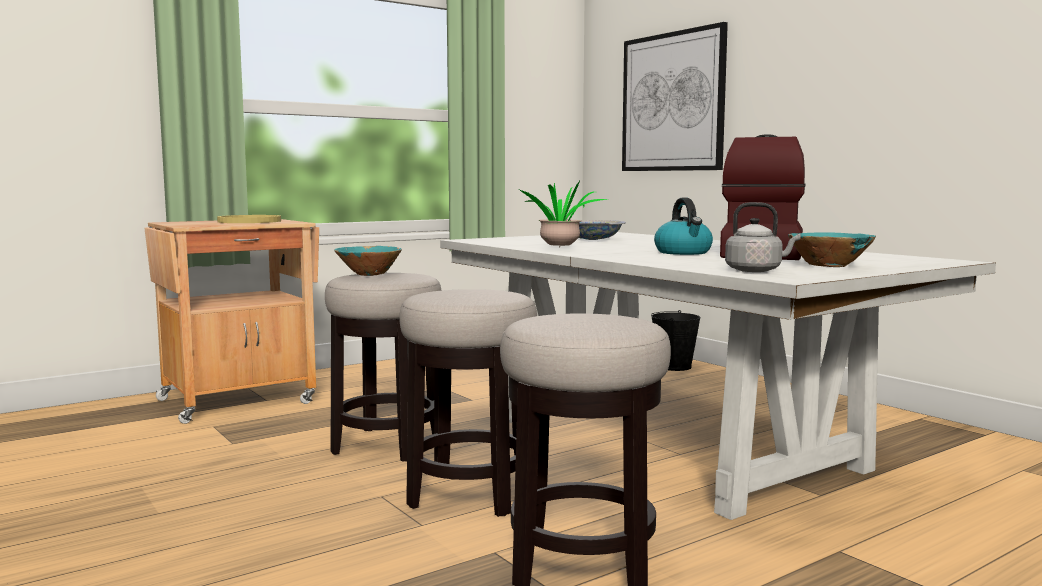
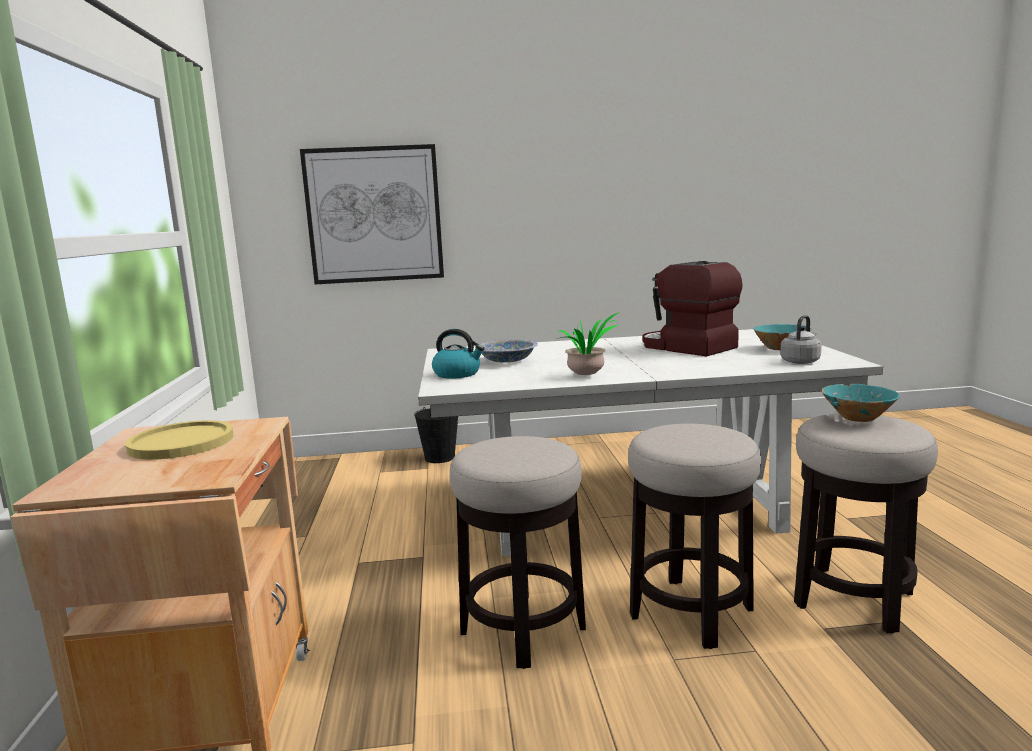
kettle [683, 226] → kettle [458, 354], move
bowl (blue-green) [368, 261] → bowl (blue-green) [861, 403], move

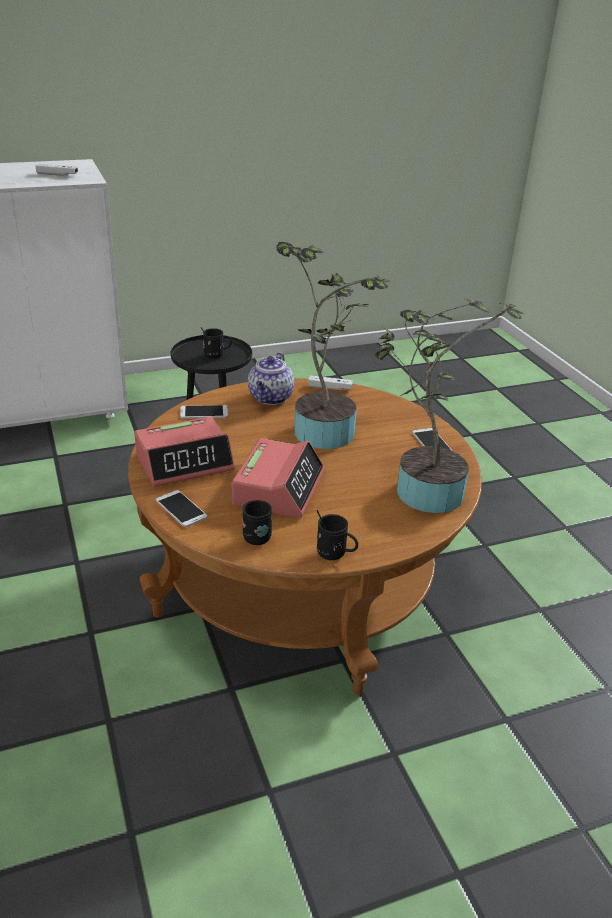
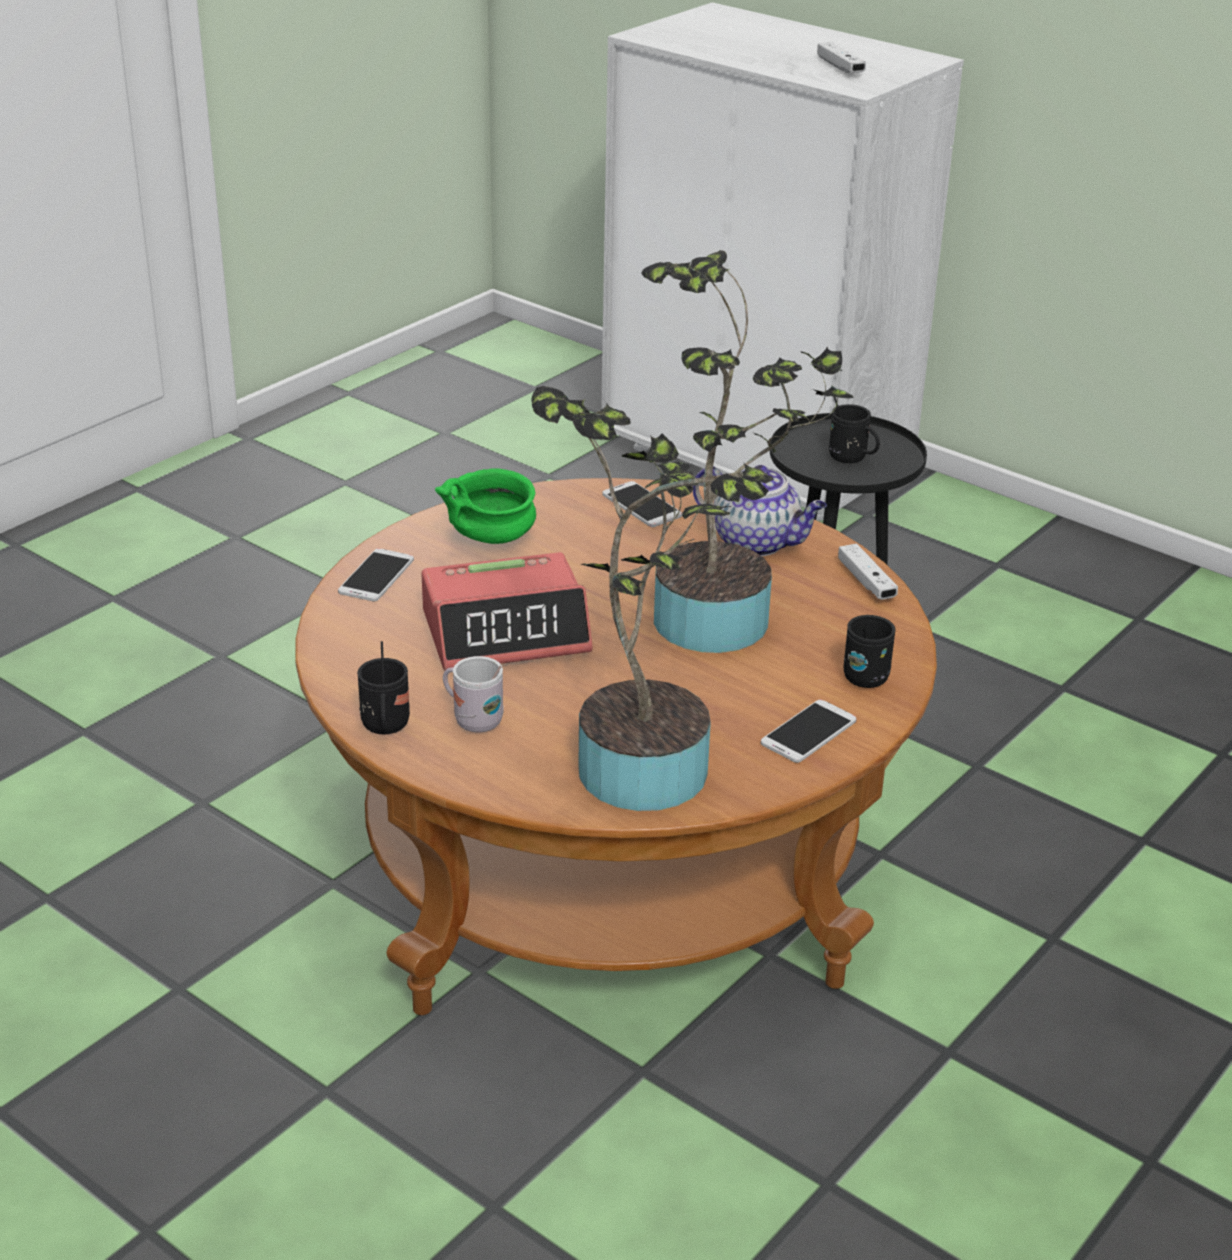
table clock [184, 452] → bowl (greenish) [485, 506]
- → mug (white-coloured) [473, 694]
teapot [271, 378] → teapot [760, 510], 135 degrees counterclockwise
mug (blackish) [257, 522] → mug (blackish) [869, 651], move

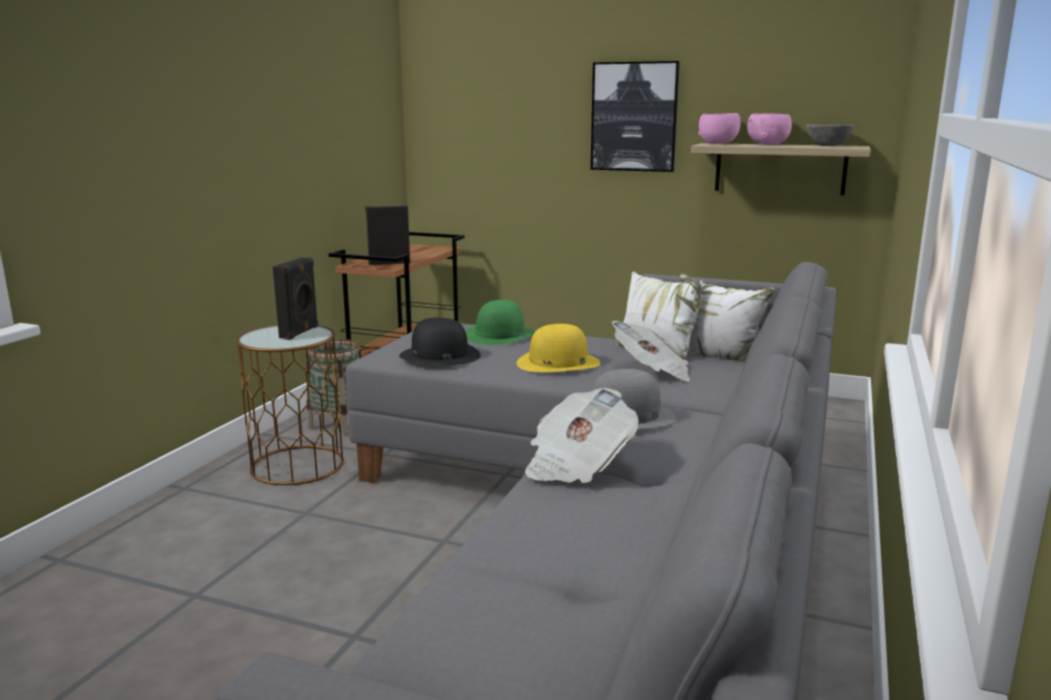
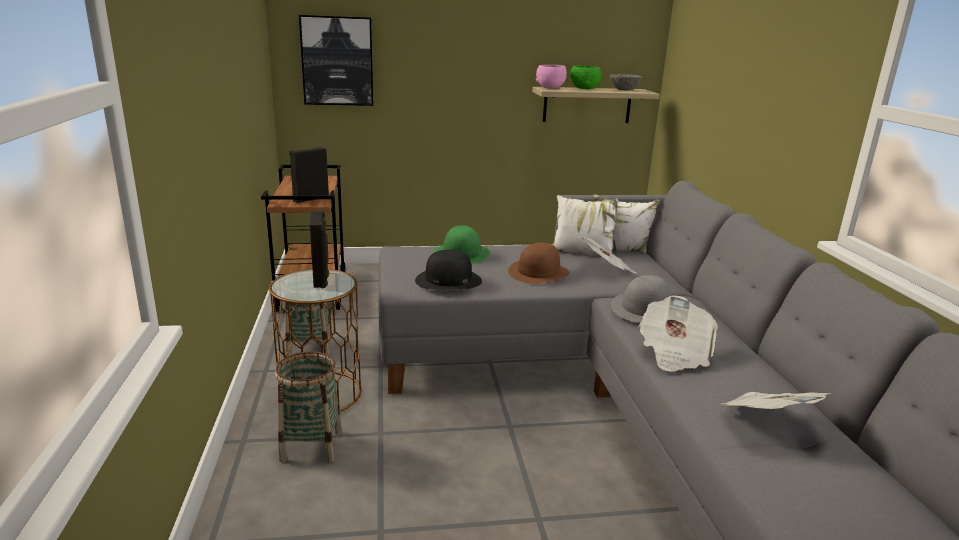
- → storage basket [308, 407]
picture [635, 116] → picture [336, 60], move
clothing hat (yellowish) [558, 348] → clothing hat (brownish) [539, 263]
bowl (pink-coloured) [769, 129] → bowl (greenish) [585, 77]
- → newspaper [777, 400]

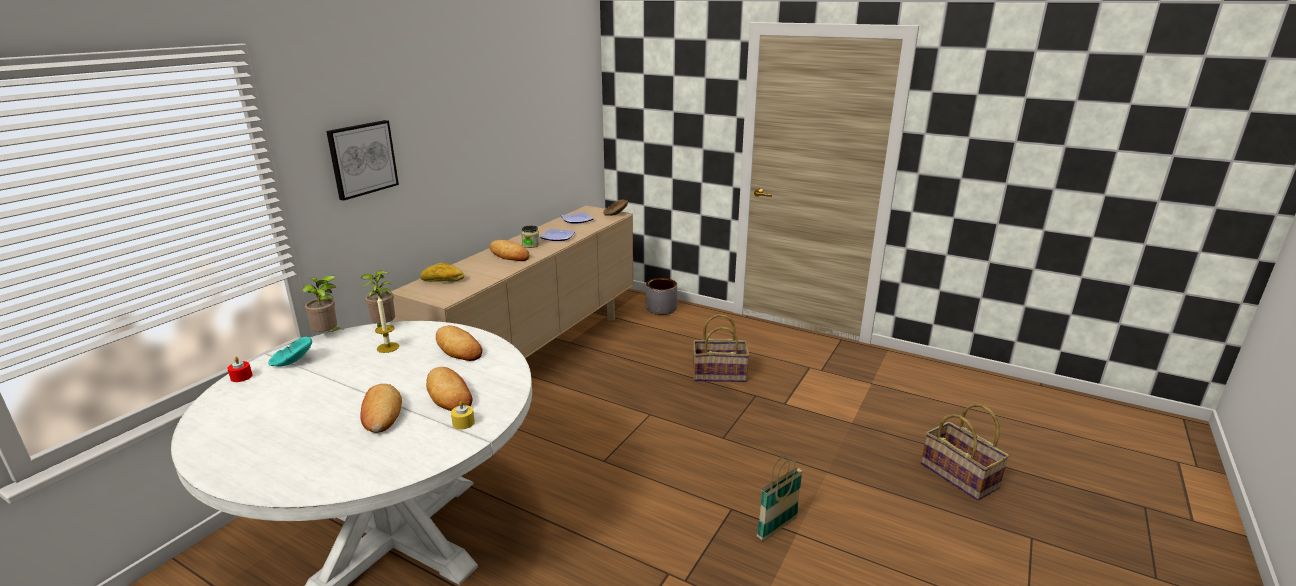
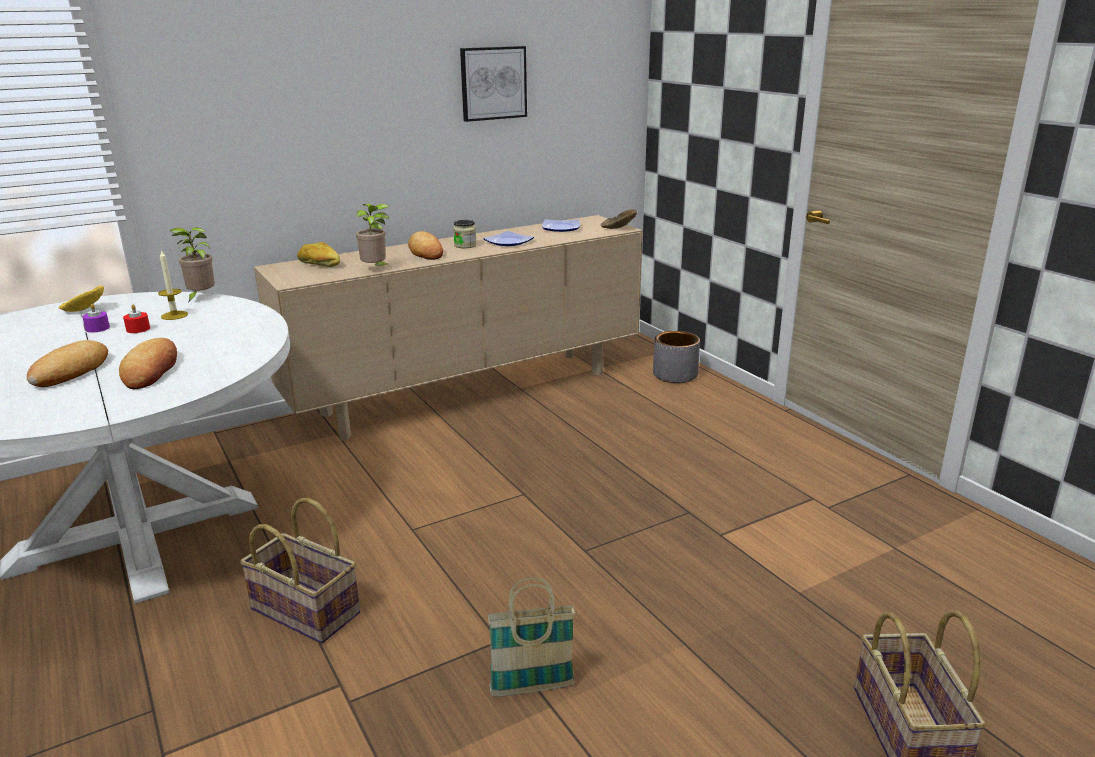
bowl (blue-green) [290, 352] → bowl (yellowish) [81, 299]
- → candle (purplish) [96, 318]
candle (red) [239, 369] → candle (red) [136, 318], move
storage basket [721, 348] → storage basket [300, 570], move
potted plant [321, 303] → potted plant [374, 236], move
picture [362, 160] → picture [493, 84], move
bread [459, 343] → -
candle (yellowish) [463, 415] → -

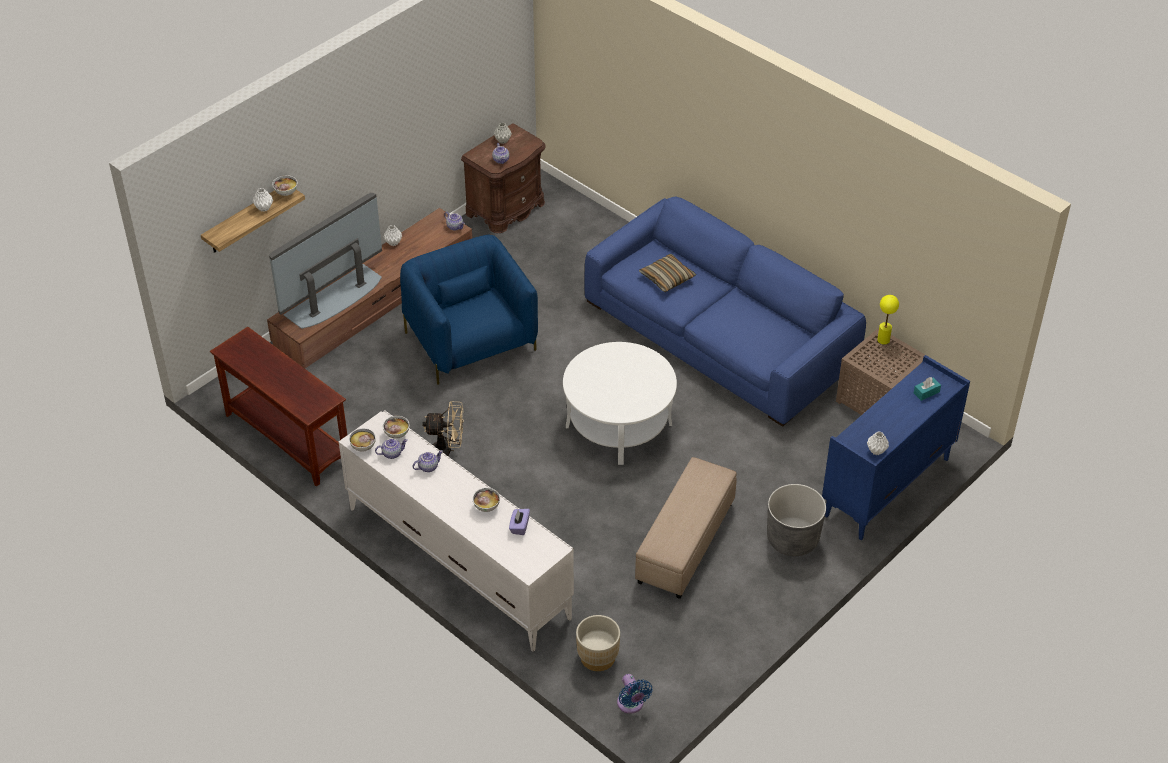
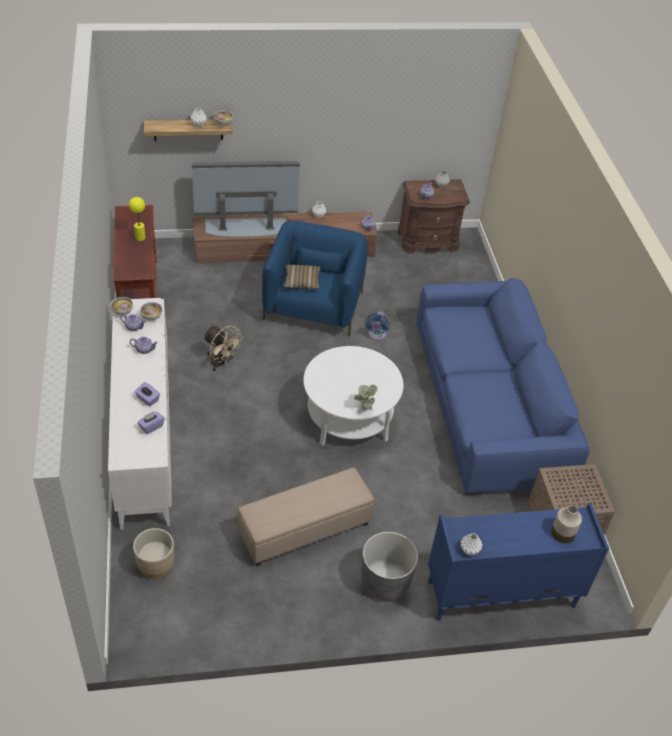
tabletop lamp (yellowish) [888, 320] → tabletop lamp (yellowish) [137, 219], move
bowl [486, 500] → box of tissues (purplish) [147, 394]
throw pillow [667, 273] → throw pillow [302, 276], move
- → potted plant [365, 397]
cooling fan (bluish) [635, 694] → cooling fan (bluish) [377, 326], move
box of tissues (blue-green) [927, 389] → decorative vase (beige-coloured) [566, 524]

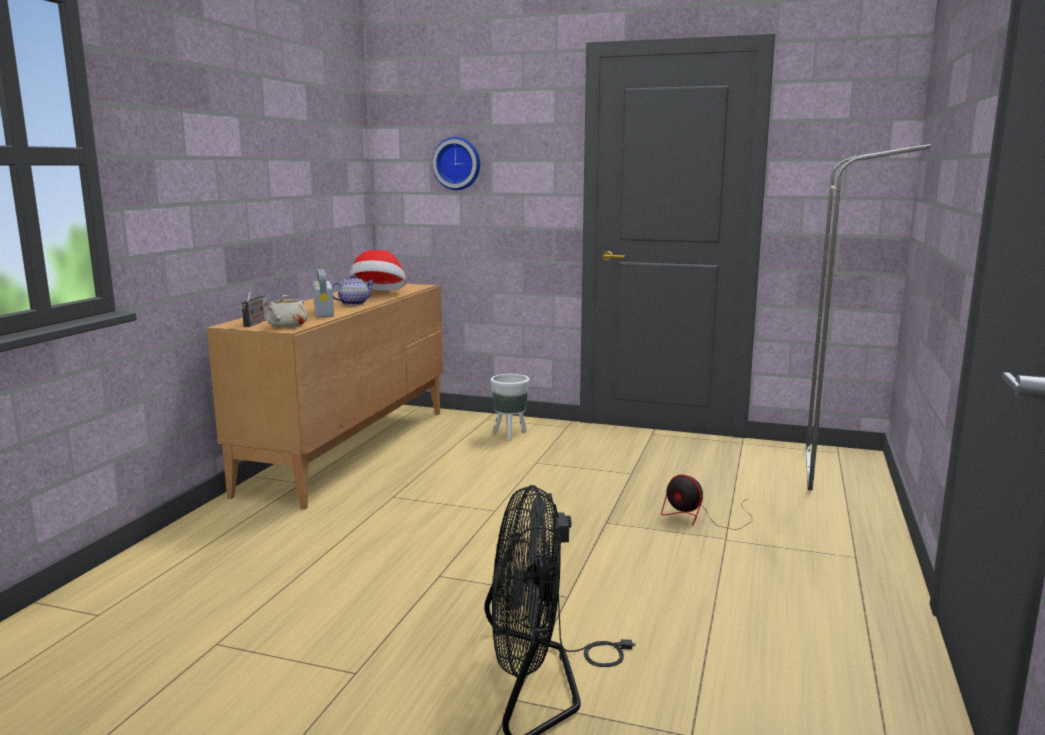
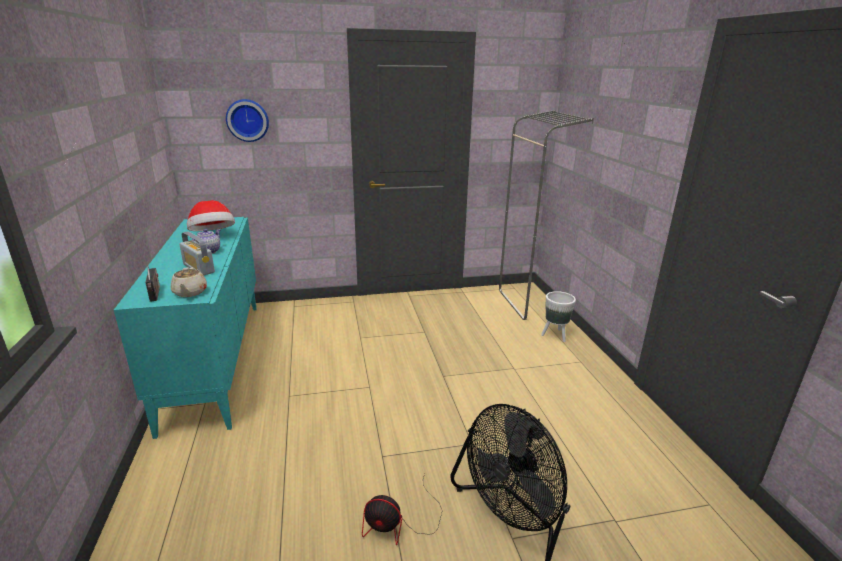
drawer chest (brownish) [325, 397] → drawer chest (blue-green) [185, 328]
cooling fan [706, 502] → cooling fan [402, 509], move
plant pot (white-coloured) [510, 407] → plant pot (white-coloured) [558, 316], move

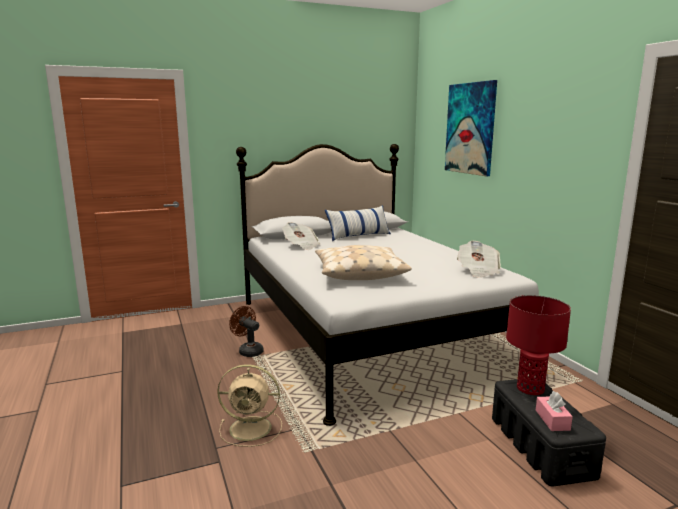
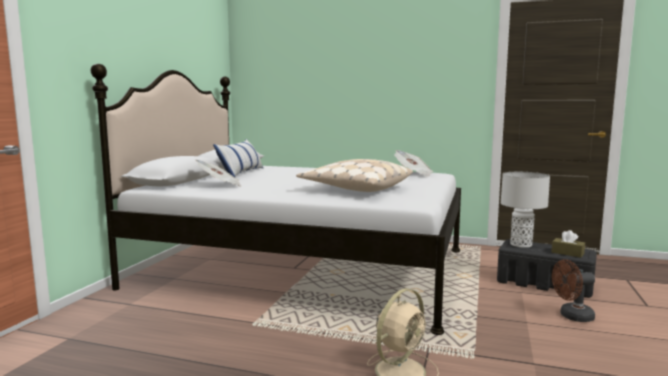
tabletop lamp (red) [538, 345] → tabletop lamp (white-coloured) [525, 210]
box of tissues (pink-coloured) [554, 411] → box of tissues (brownish) [568, 244]
cooling fan (brownish) [246, 331] → cooling fan (brownish) [573, 290], move
picture [471, 128] → -

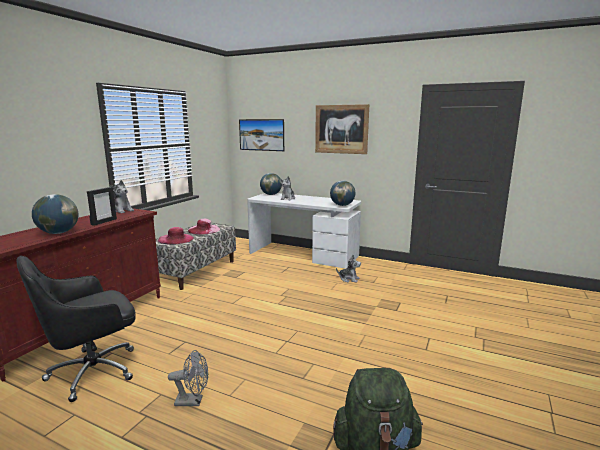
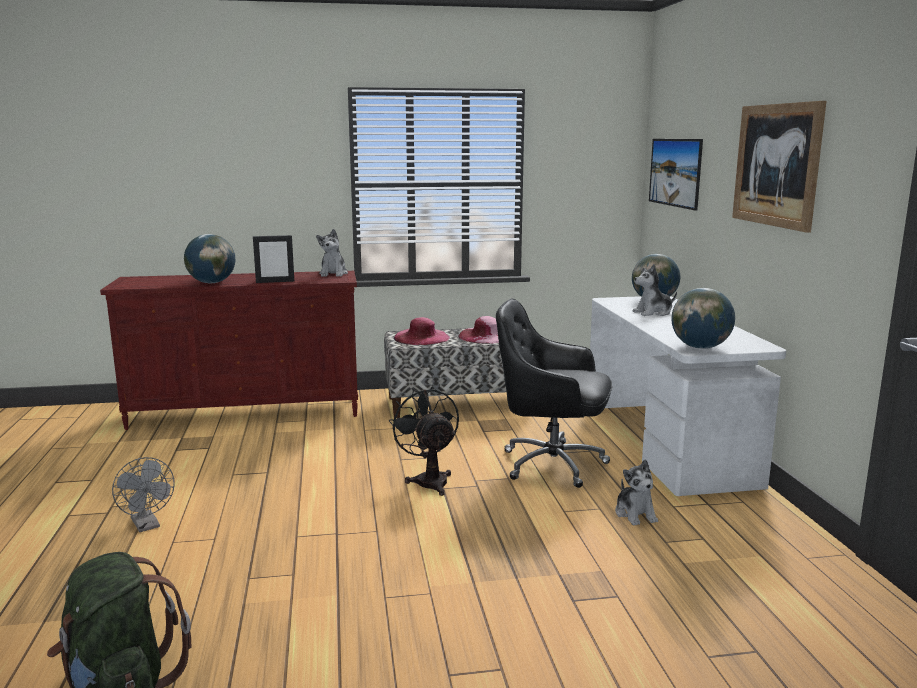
- → cooling fan (blackish) [424, 441]
office chair (blackish) [76, 329] → office chair (blackish) [554, 393], move

